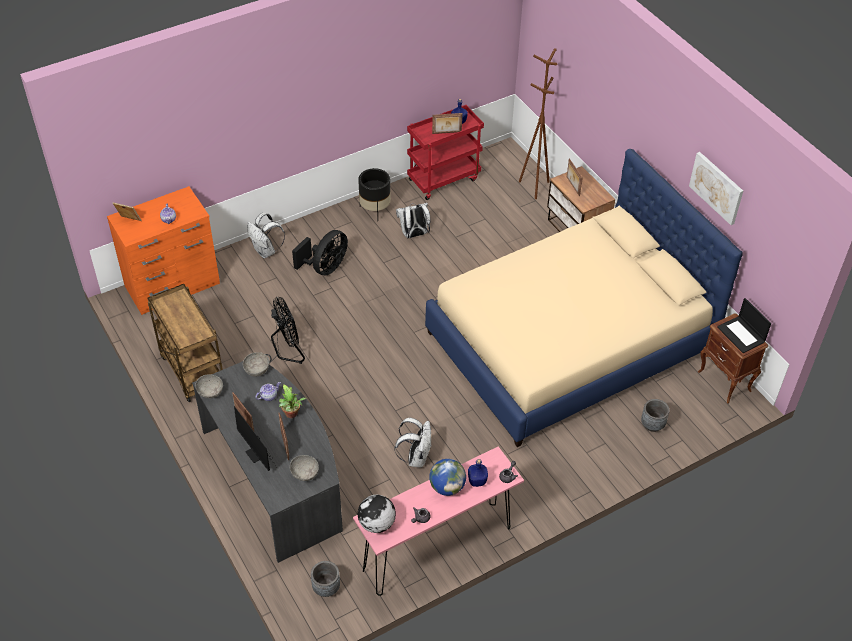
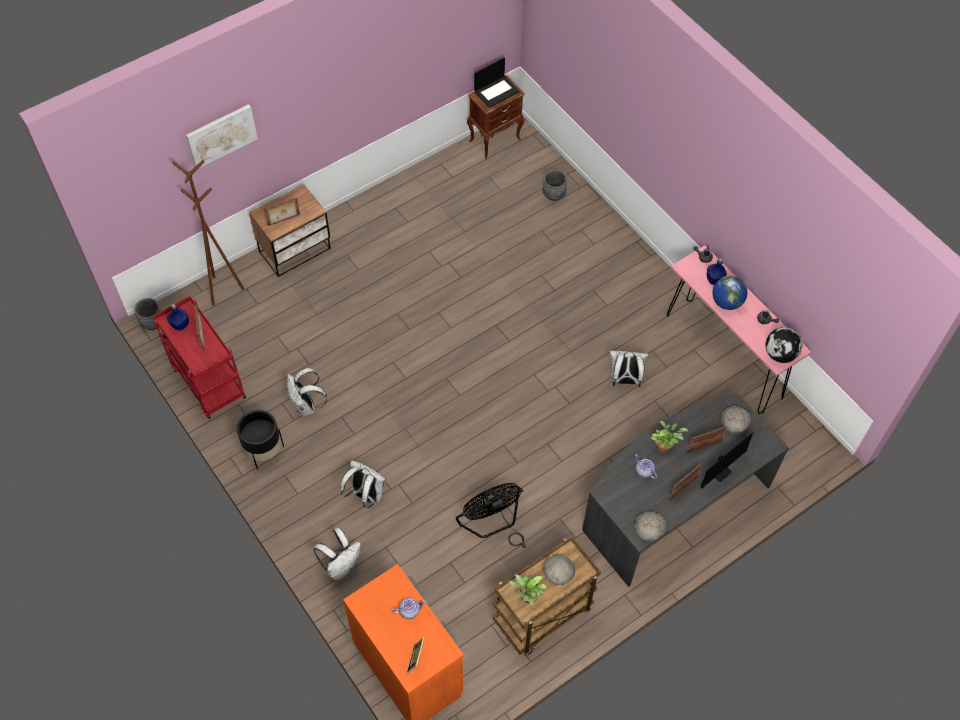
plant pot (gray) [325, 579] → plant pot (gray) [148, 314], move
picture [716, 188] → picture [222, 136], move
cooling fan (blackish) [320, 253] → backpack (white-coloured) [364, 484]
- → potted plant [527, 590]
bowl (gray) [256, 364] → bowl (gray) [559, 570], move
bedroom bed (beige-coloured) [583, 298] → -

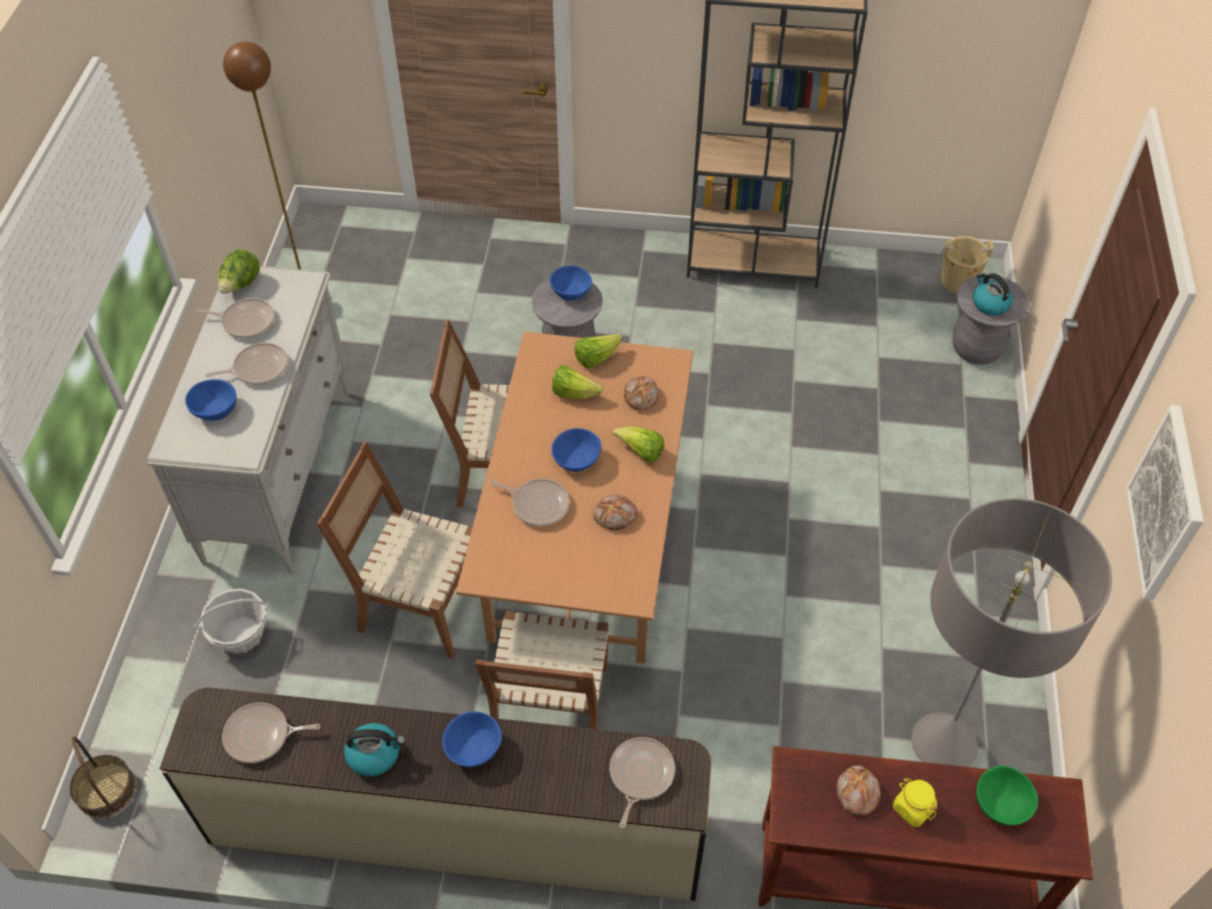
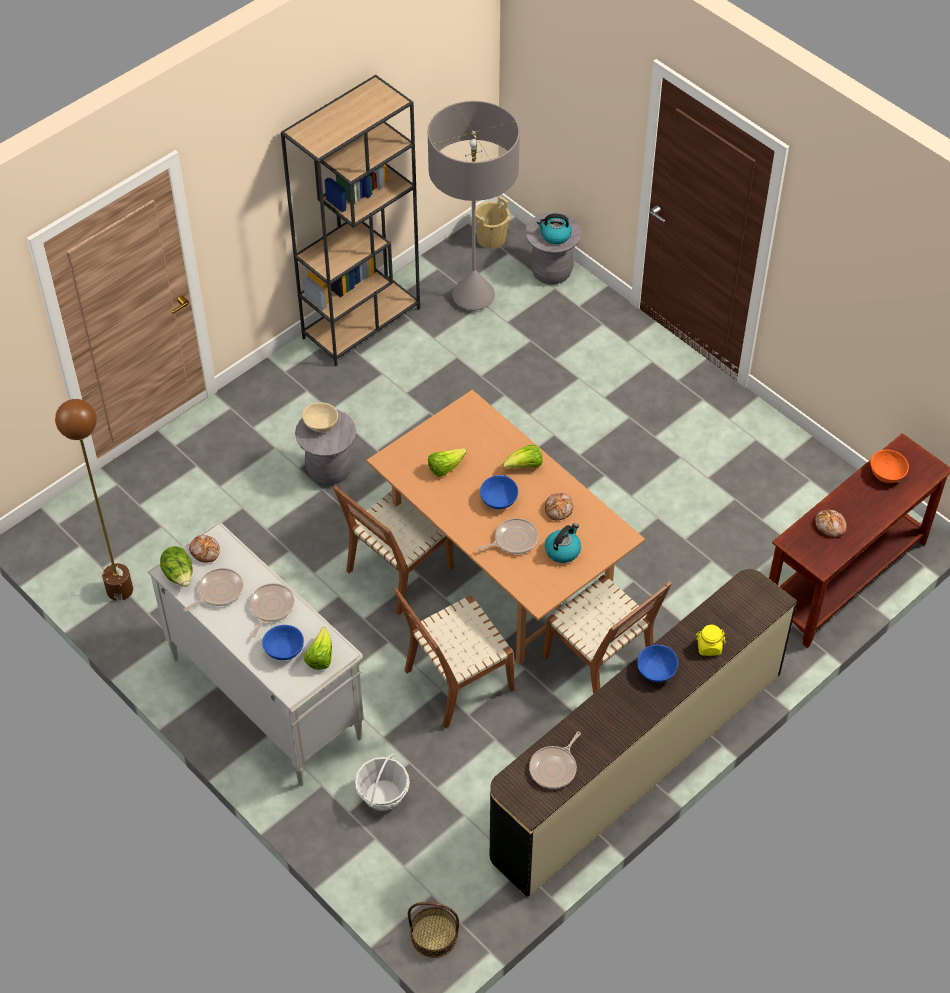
bread [641, 393] → bread [204, 549], move
bowl (bluish) [571, 283] → bowl (beige-coloured) [320, 417]
head of lettuce [598, 351] → head of lettuce [318, 648], move
standing lamp (gray) [1011, 632] → standing lamp (gray) [474, 206], move
kettle [374, 750] → kettle [563, 543], move
preserve jar (yellowish) [915, 802] → preserve jar (yellowish) [710, 640], move
bowl (greenish) [1007, 795] → bowl (orangey) [889, 466]
pan [642, 782] → -
picture [1165, 502] → -

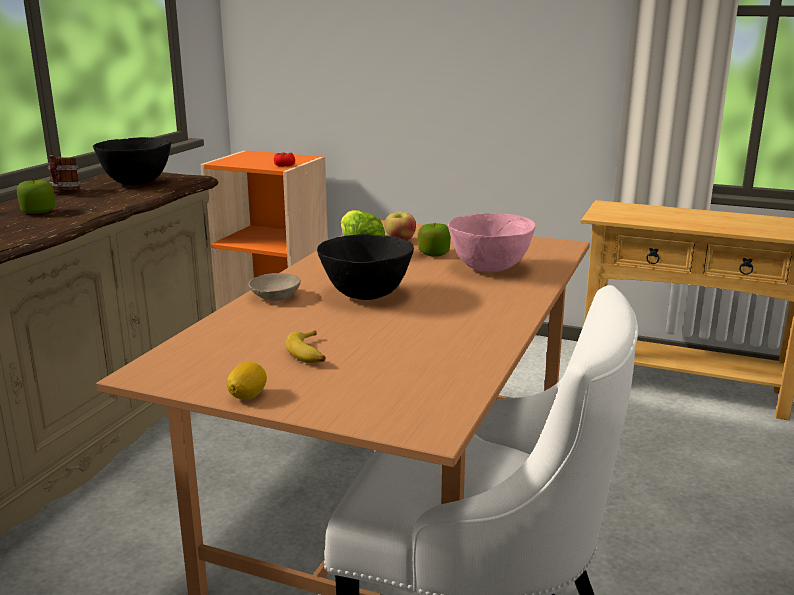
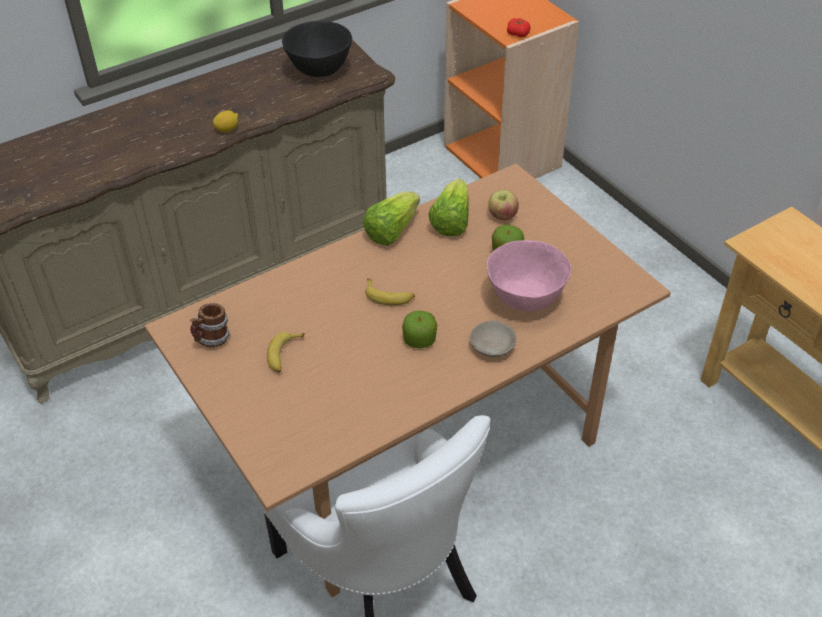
mug [64, 172] → mug [210, 325], move
lemon [247, 380] → lemon [225, 121], move
- → head of lettuce [391, 218]
bowl (blackish) [365, 267] → whole banana [390, 292]
whole apple [36, 196] → whole apple [419, 329], move
bowl (beige-coloured) [275, 287] → bowl (beige-coloured) [493, 339], move

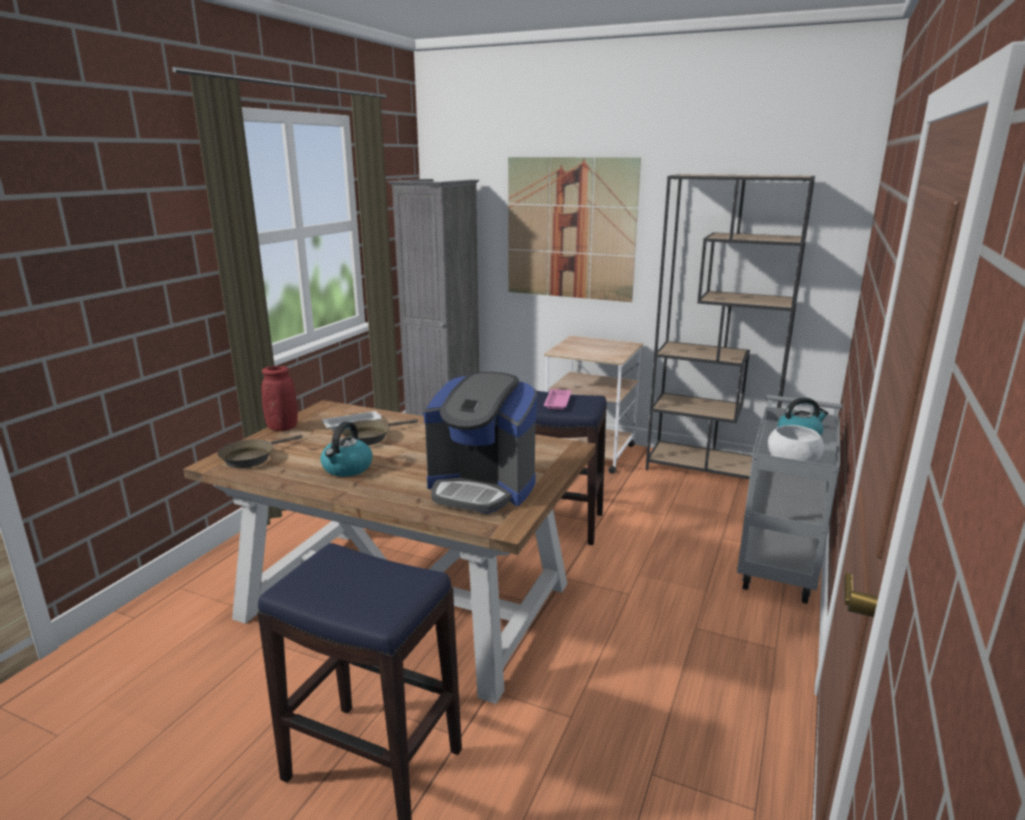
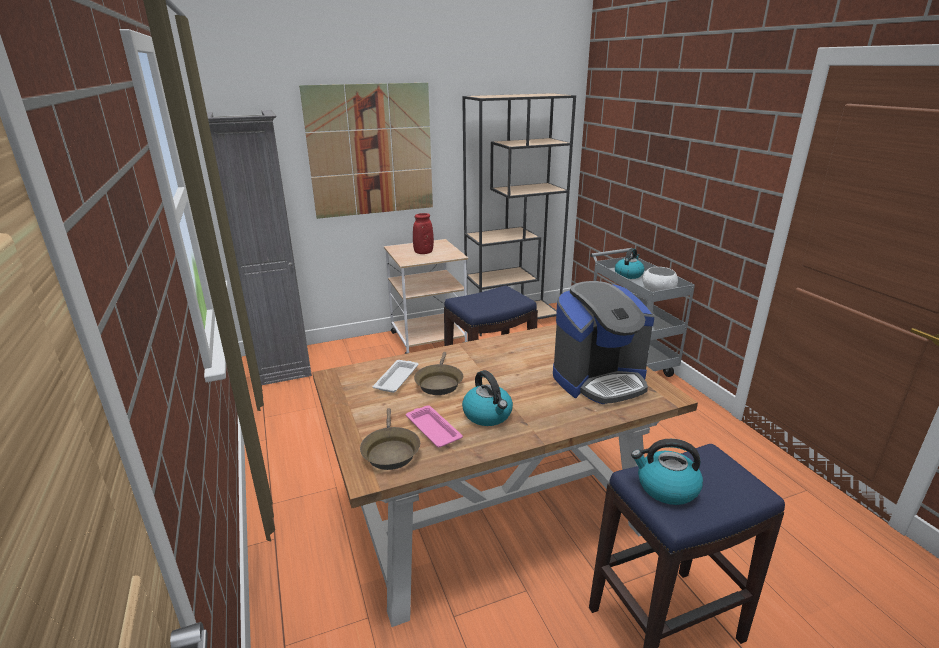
serving tray (pink-coloured) [558, 399] → serving tray (pink-coloured) [434, 426], move
decorative vase (red) [280, 398] → decorative vase (red) [423, 233], move
- → kettle [667, 472]

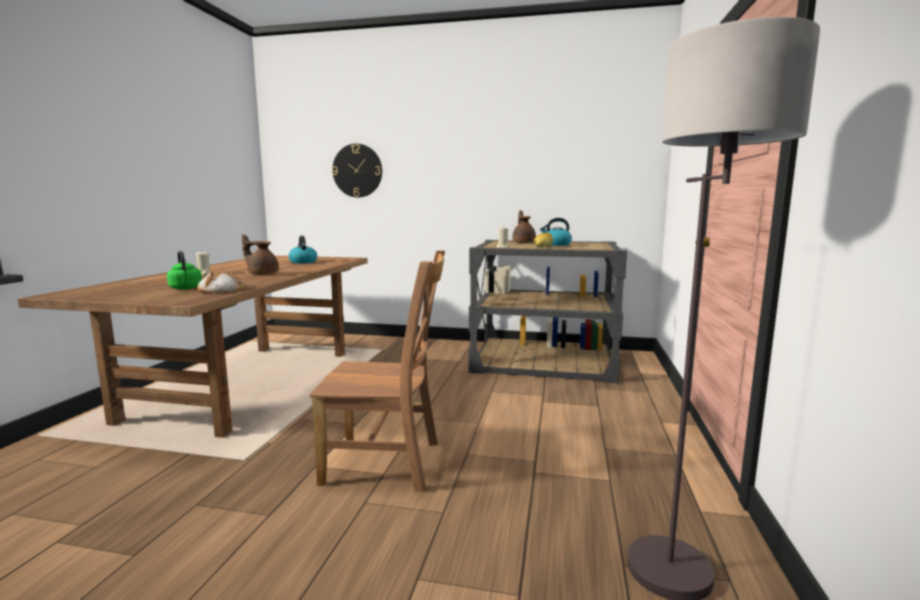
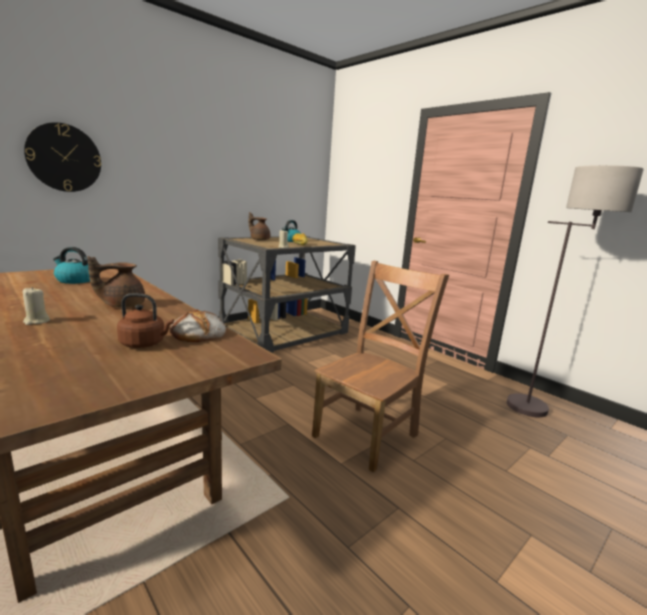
kettle (greenish) [184, 270] → kettle (brownish) [145, 320]

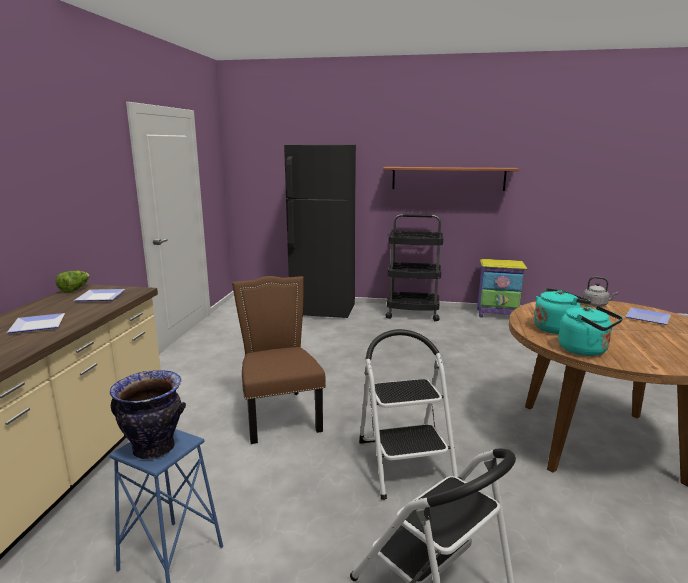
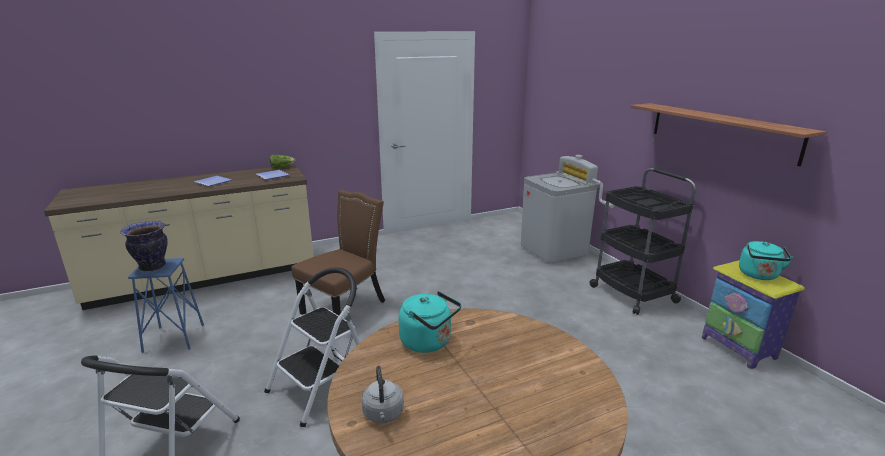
kettle (gray) [600, 292] → kettle (gray) [382, 394], move
kitchen fridge (blackish) [320, 231] → laundry appliance (gray) [567, 209]
kettle (blue-green) [591, 331] → kettle (blue-green) [766, 260], move
dinner plate [648, 316] → -

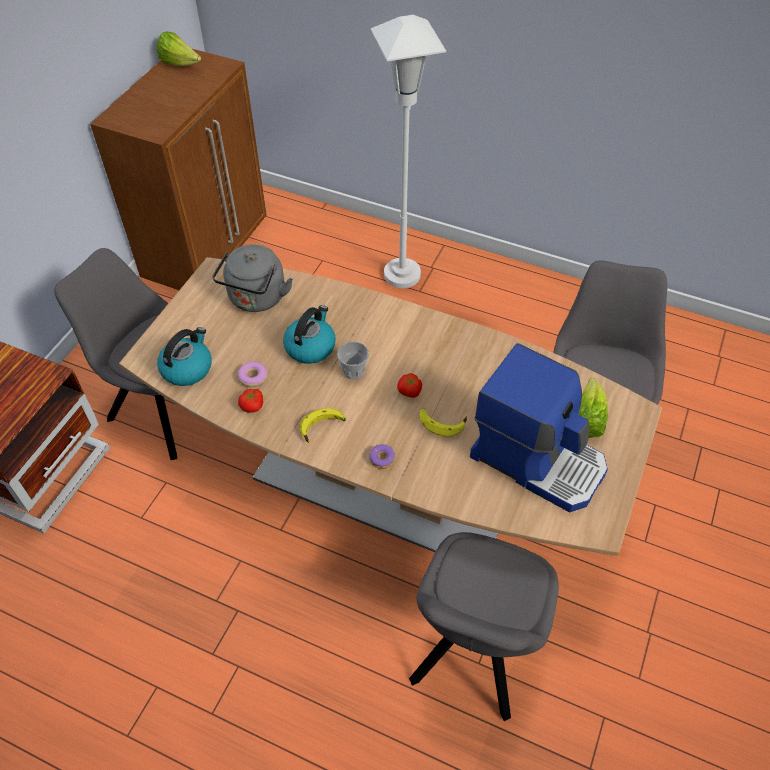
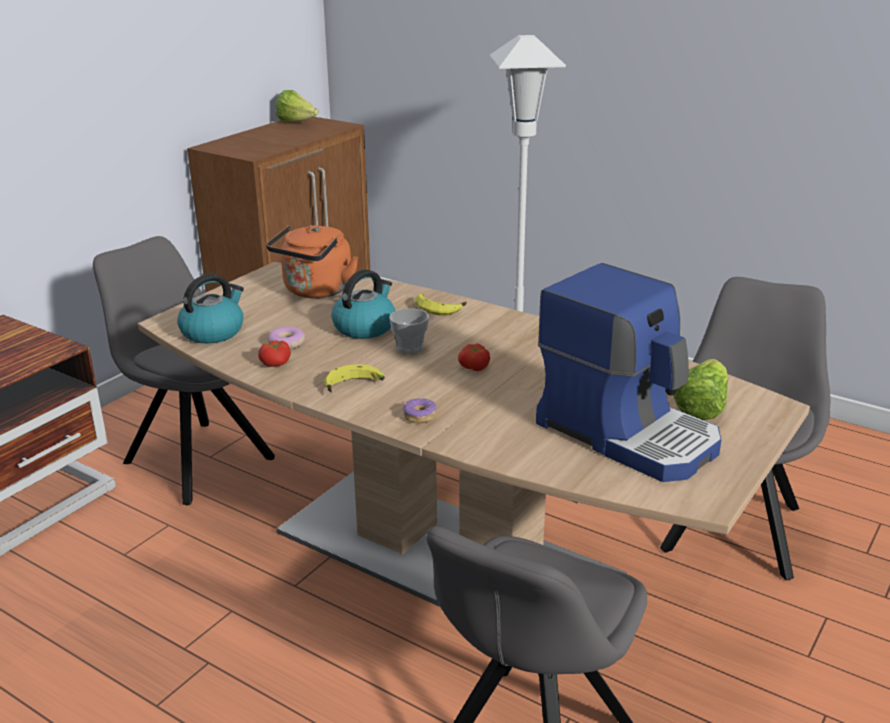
kettle (gray) [252, 278] → kettle (orangey) [312, 261]
whole banana [443, 422] → whole banana [441, 305], move

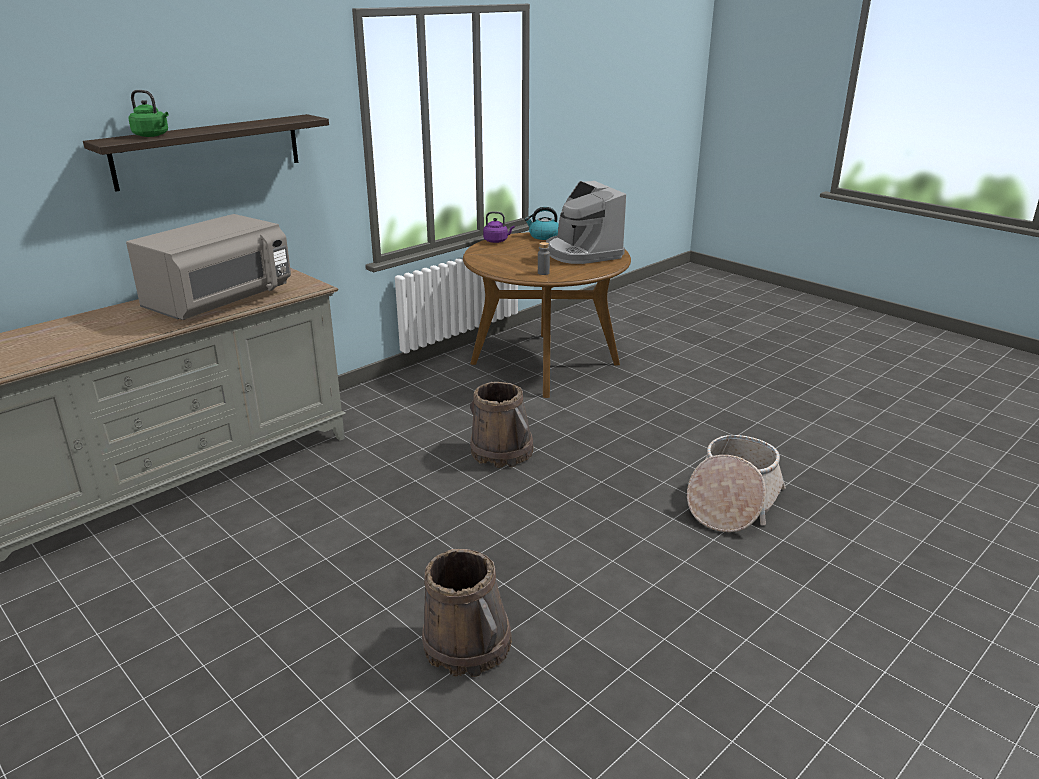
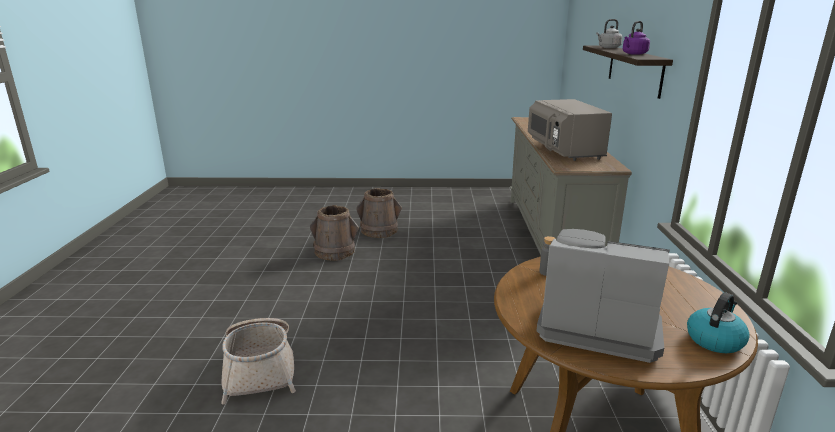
bucket (brownish) [501, 425] → bucket (brownish) [379, 213], move
kettle (greenish) [148, 113] → kettle (gray) [609, 33]
kettle (purplish) [498, 227] → kettle (purplish) [636, 38], move

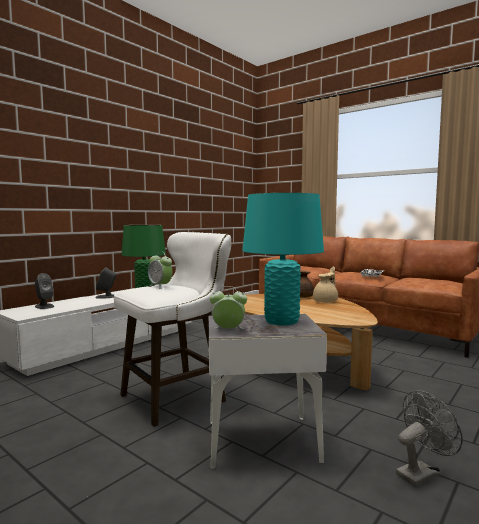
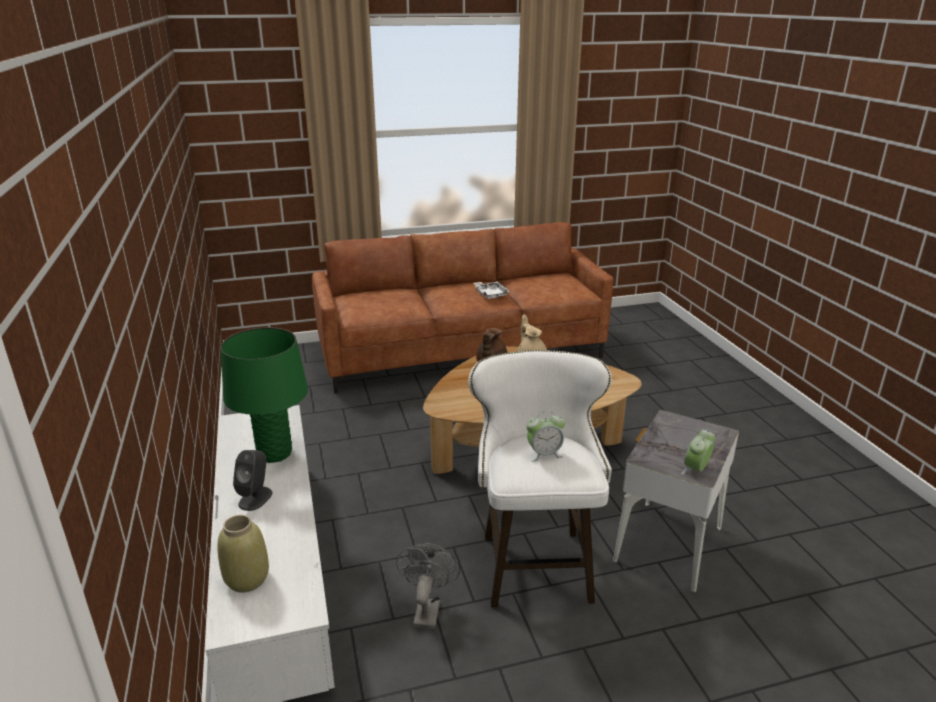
audio speaker (gray) [44, 291] → decorative vase (beige-coloured) [243, 554]
cooling fan (gray) [429, 438] → cooling fan (gray) [428, 586], move
tabletop lamp (blue-green) [283, 259] → -

